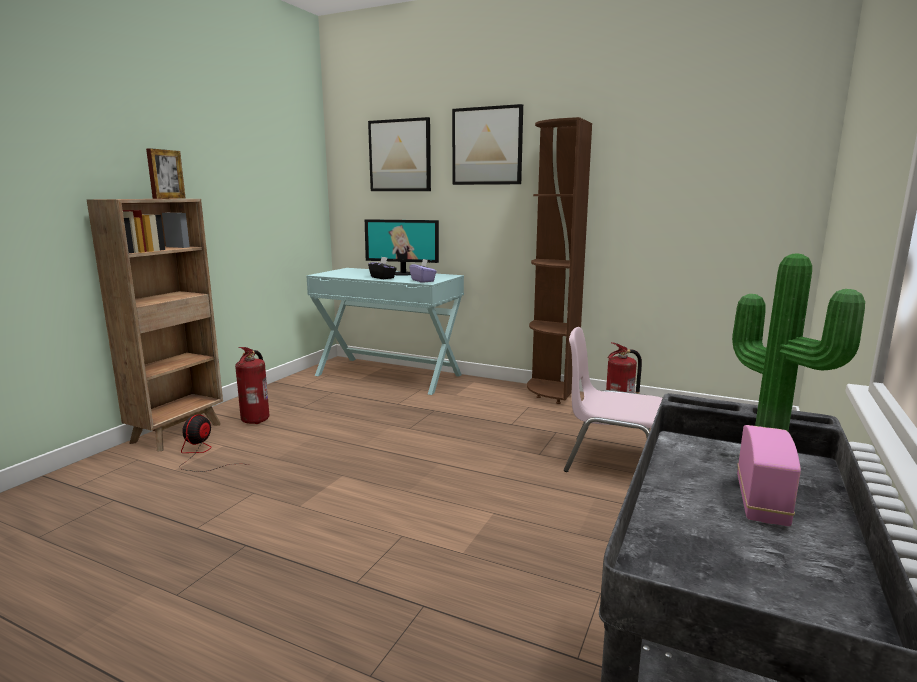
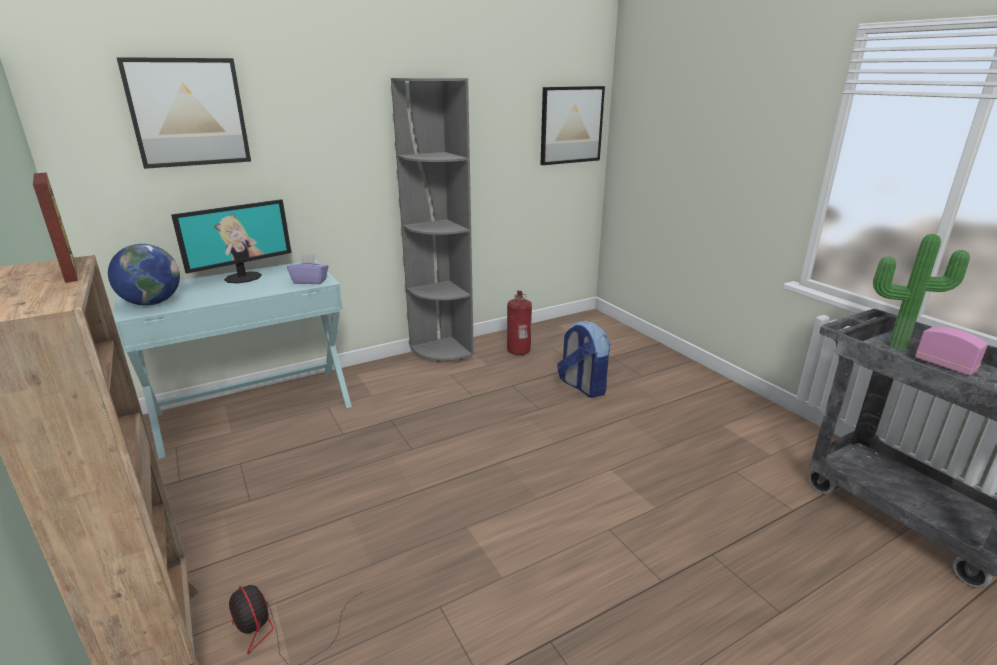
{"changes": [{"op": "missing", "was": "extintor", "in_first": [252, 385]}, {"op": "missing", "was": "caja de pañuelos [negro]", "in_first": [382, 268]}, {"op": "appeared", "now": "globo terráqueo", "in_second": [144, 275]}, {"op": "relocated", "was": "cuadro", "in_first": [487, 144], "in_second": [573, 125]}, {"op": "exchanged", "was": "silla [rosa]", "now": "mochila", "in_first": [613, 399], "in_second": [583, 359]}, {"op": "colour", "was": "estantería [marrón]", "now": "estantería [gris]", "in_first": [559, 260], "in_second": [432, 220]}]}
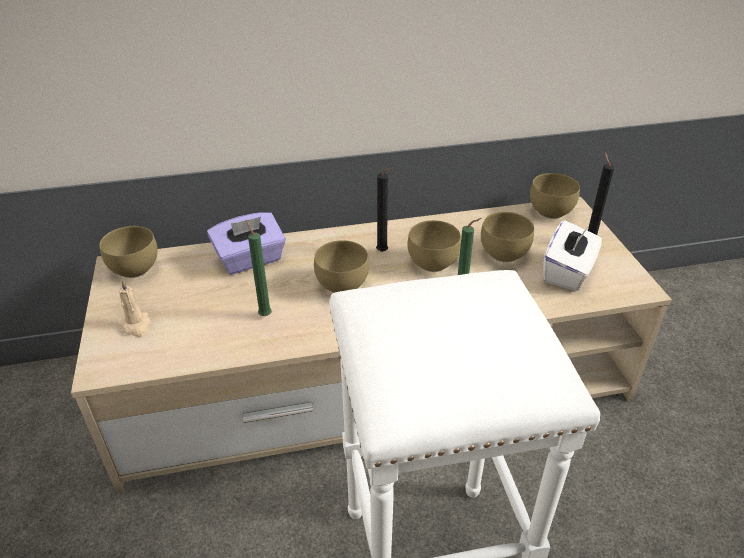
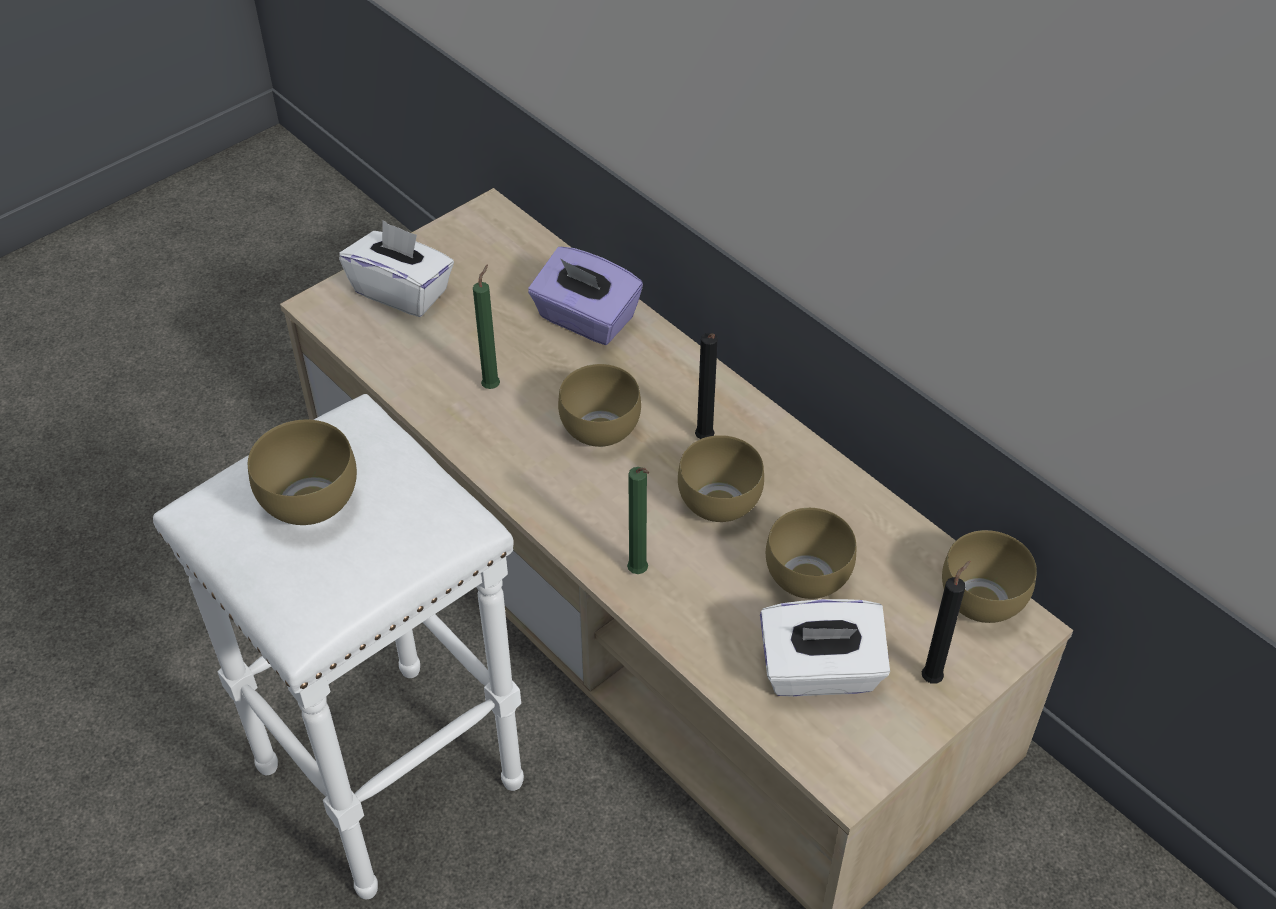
{"changes": [{"op": "relocated", "was": "cuenco [marrón]", "in_first": [128, 252], "in_second": [302, 472]}, {"op": "exchanged", "was": "vela [beis]", "now": "caja de pañuelos [blanco]", "in_first": [135, 308], "in_second": [396, 268]}]}
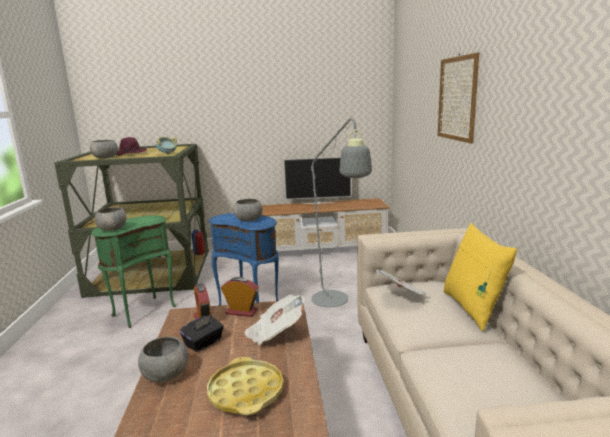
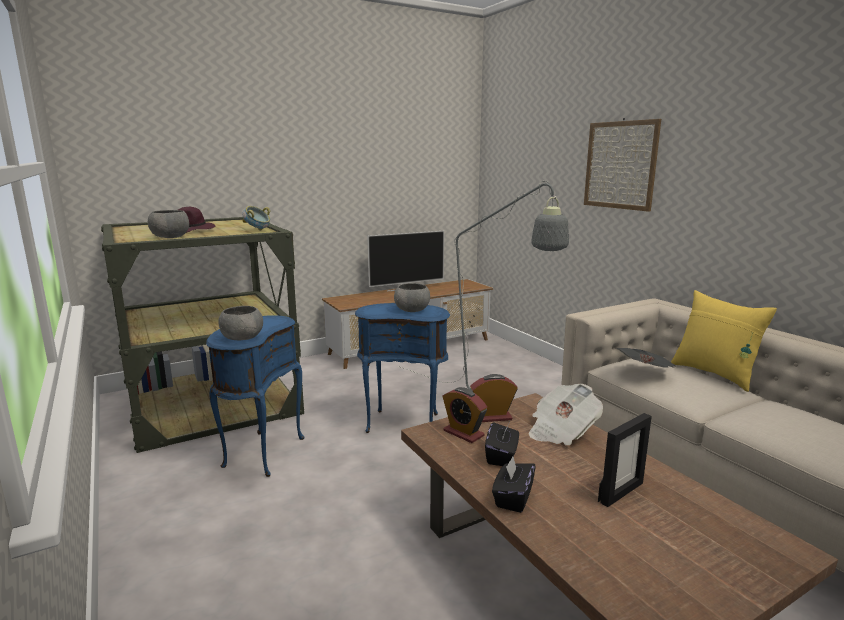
{"changes": [{"op": "exchanged", "was": "cuenco [gris]", "now": "caja de pañuelos [negro]", "in_first": [163, 359], "in_second": [514, 485]}, {"op": "exchanged", "was": "bandeja [amarillo]", "now": "portarretratos", "in_first": [245, 386], "in_second": [625, 460]}, {"op": "colour", "was": "mesa auxiliar [verde]", "now": "mesa auxiliar [azul]", "in_first": [133, 271], "in_second": [255, 396]}]}
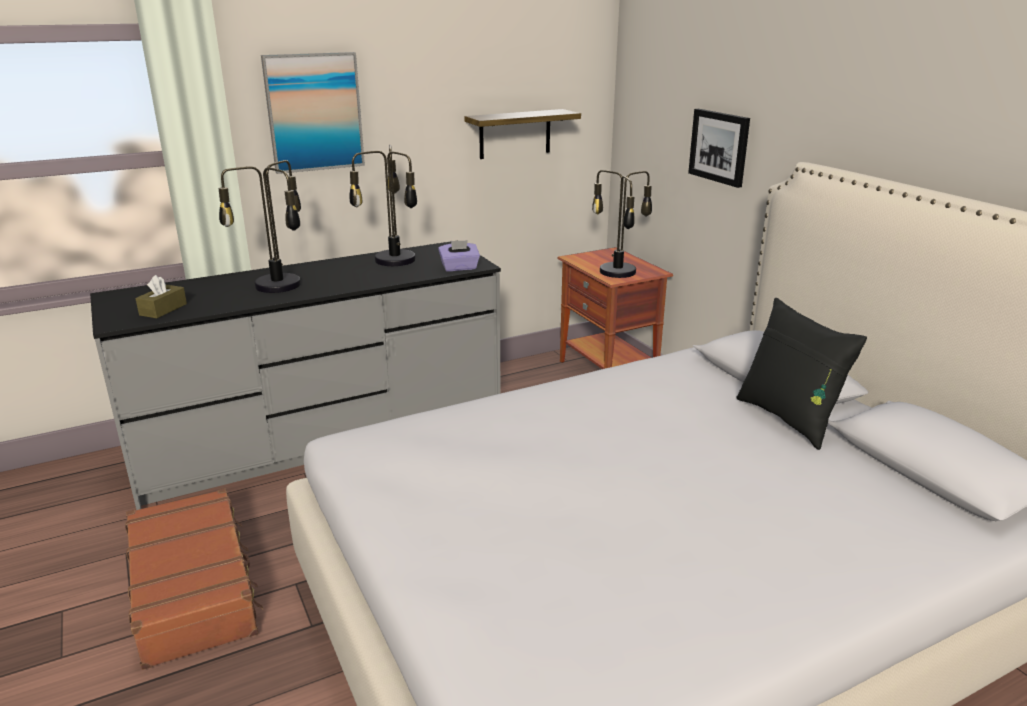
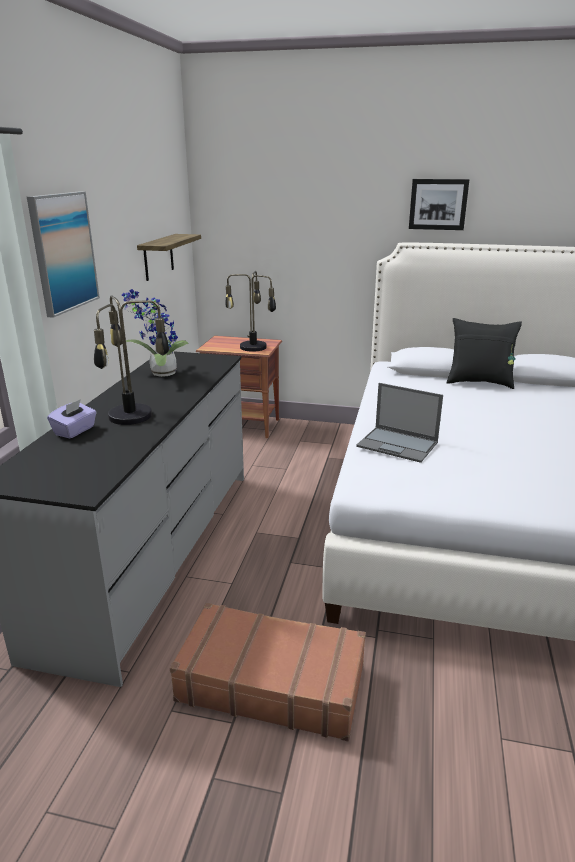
{"changes": [{"op": "missing", "was": "caja de pañuelos [marrón]", "in_first": [161, 296]}, {"op": "appeared", "now": "portátil", "in_second": [399, 423]}, {"op": "relocated", "was": "caja de pañuelos [morado]", "in_first": [459, 255], "in_second": [72, 419]}, {"op": "relocated", "was": "cuadro", "in_first": [719, 148], "in_second": [439, 204]}, {"op": "exchanged", "was": "lámpara de mesa", "now": "planta en maceta", "in_first": [383, 205], "in_second": [155, 333]}]}
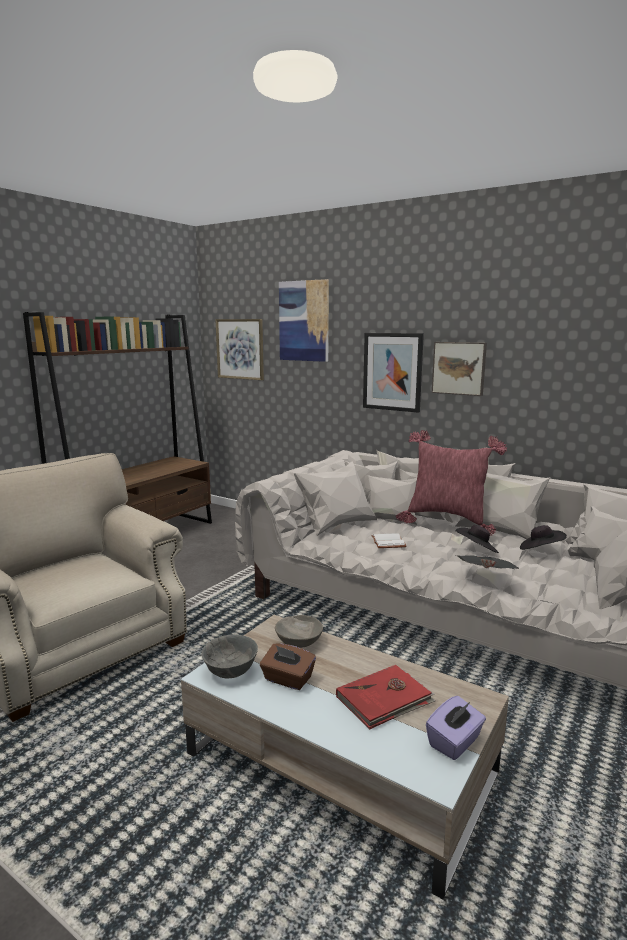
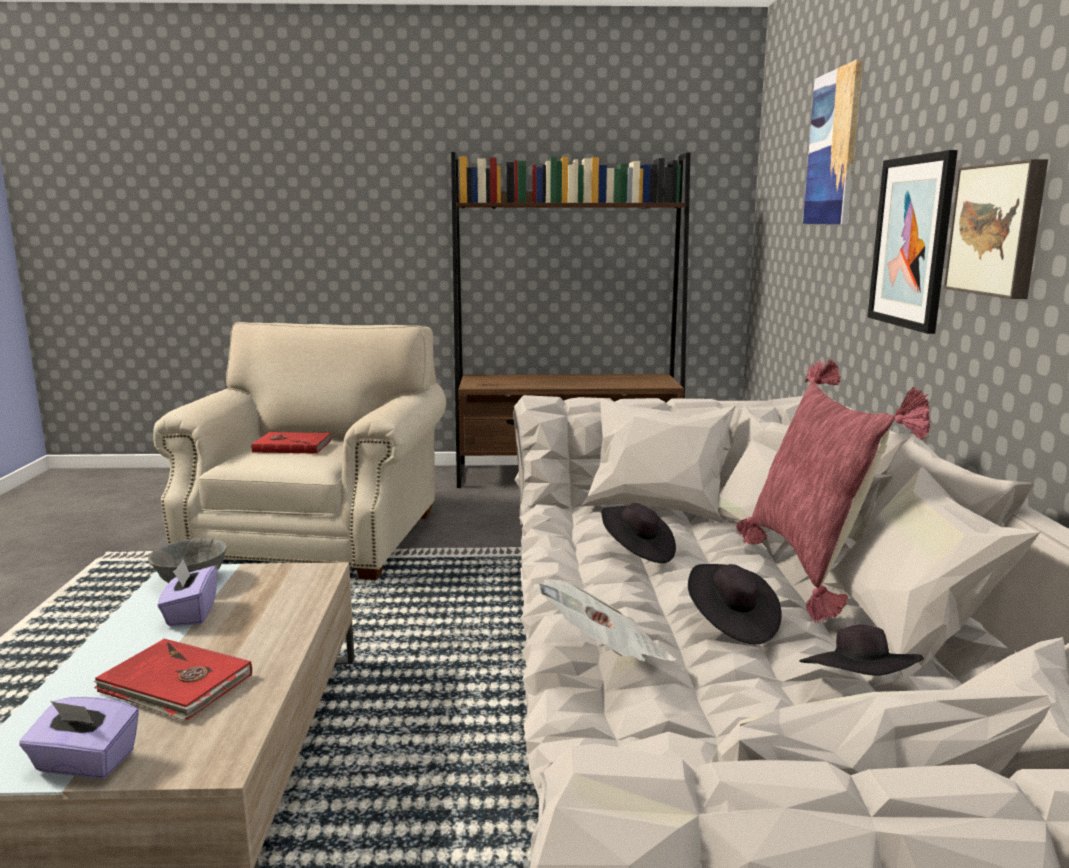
{"changes": [{"op": "missing", "was": "cuadro", "in_first": [239, 349]}, {"op": "missing", "was": "cuenco [gris]", "in_first": [299, 631]}, {"op": "appeared", "now": "libro [rojo]", "in_second": [291, 443]}, {"op": "exchanged", "was": "libro [blanco]", "now": "sombrero [negro]", "in_first": [388, 540], "in_second": [638, 533]}, {"op": "colour", "was": "caja de pañuelos [marrón]", "now": "caja de pañuelos [morado]", "in_first": [288, 666], "in_second": [187, 593]}]}
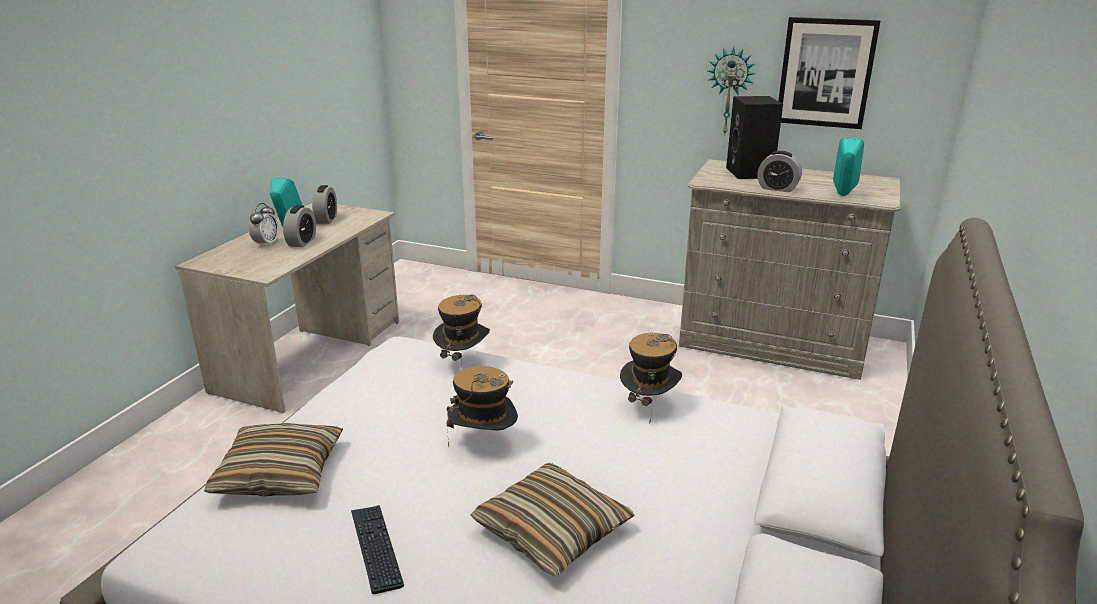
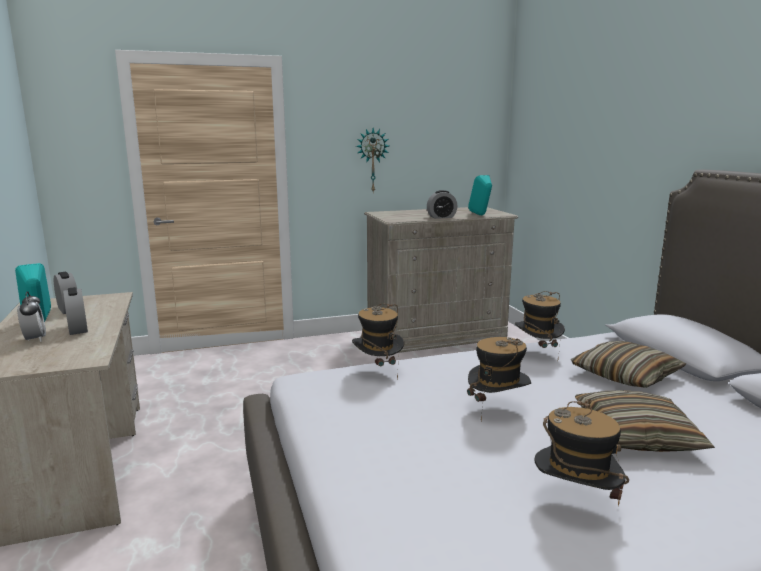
{"changes": [{"op": "missing", "was": "altavoz [negro]", "in_first": [754, 137]}, {"op": "missing", "was": "cuadro", "in_first": [829, 73]}, {"op": "relocated", "was": "cojín", "in_first": [273, 459], "in_second": [628, 364]}, {"op": "exchanged", "was": "teclado", "now": "sombrero", "in_first": [377, 549], "in_second": [581, 452]}]}
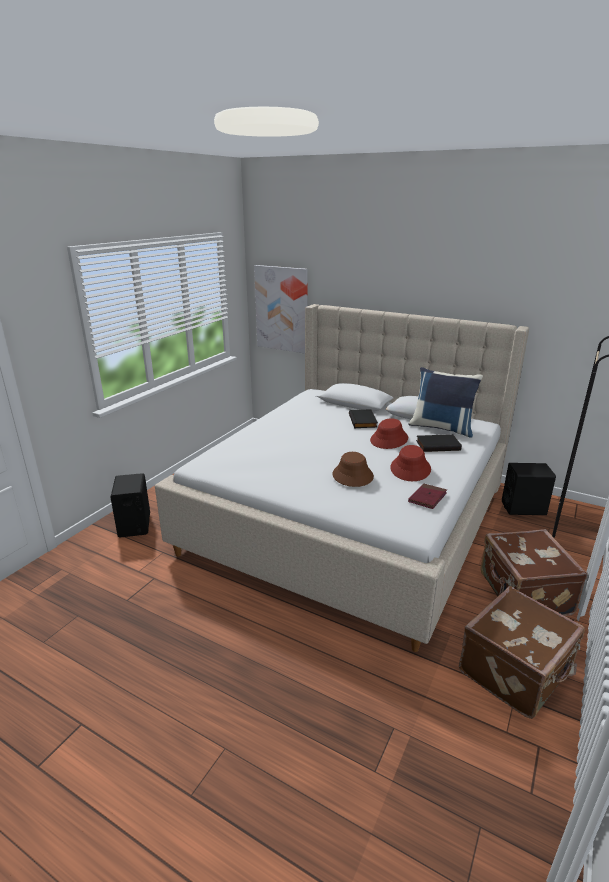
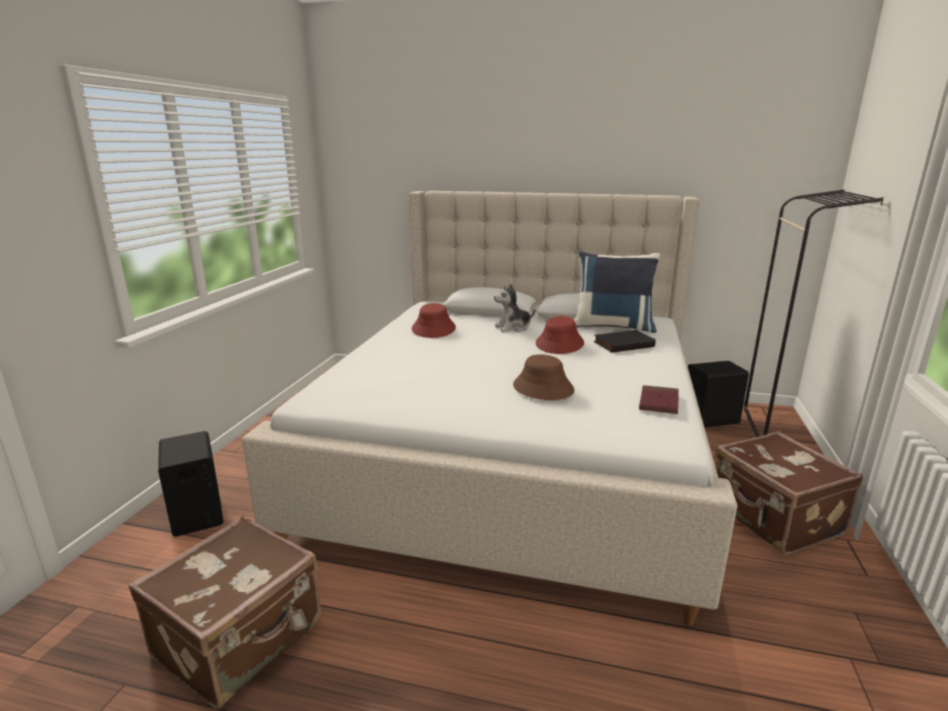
{"changes": [{"op": "missing", "was": "cuadro", "in_first": [280, 309]}, {"op": "relocated", "was": "sombrero [rojo]", "in_first": [410, 463], "in_second": [434, 320]}, {"op": "relocated", "was": "maleta [marrón]", "in_first": [522, 652], "in_second": [225, 612]}, {"op": "exchanged", "was": "libro [negro]", "now": "peluche", "in_first": [363, 418], "in_second": [515, 308]}]}
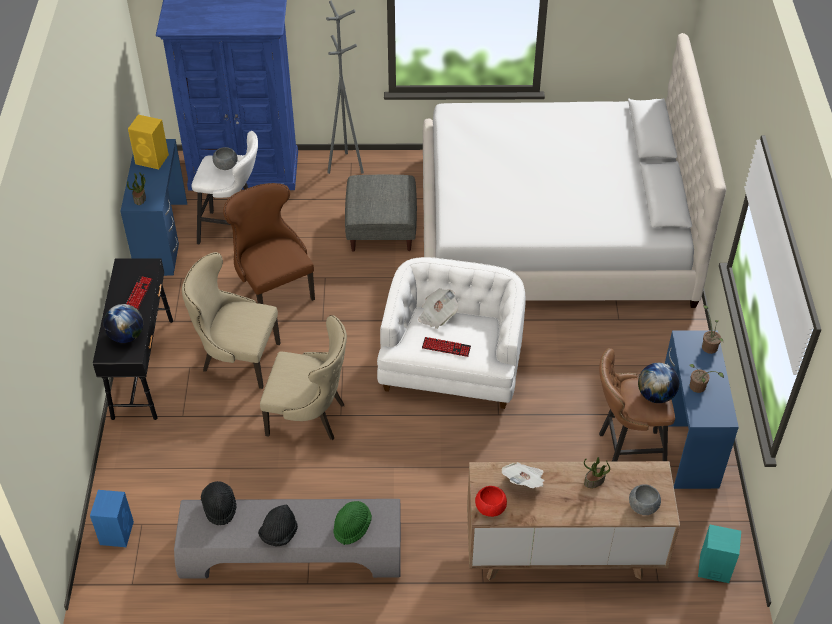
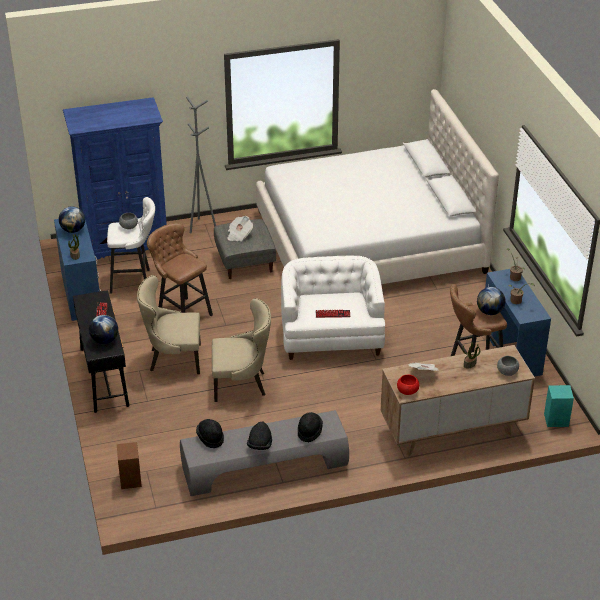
{"changes": [{"op": "relocated", "was": "periódico", "in_first": [438, 308], "in_second": [240, 228]}, {"op": "exchanged", "was": "altavoz [amarillo]", "now": "globo terráqueo", "in_first": [148, 142], "in_second": [72, 219]}, {"op": "exchanged", "was": "silla [marrón]", "now": "taburete [marrón]", "in_first": [269, 243], "in_second": [180, 269]}, {"op": "colour", "was": "altavoz [azul]", "now": "altavoz [marrón]", "in_first": [112, 518], "in_second": [129, 465]}, {"op": "colour", "was": "sombrero [verde]", "now": "sombrero [negro]", "in_first": [352, 523], "in_second": [310, 427]}]}
